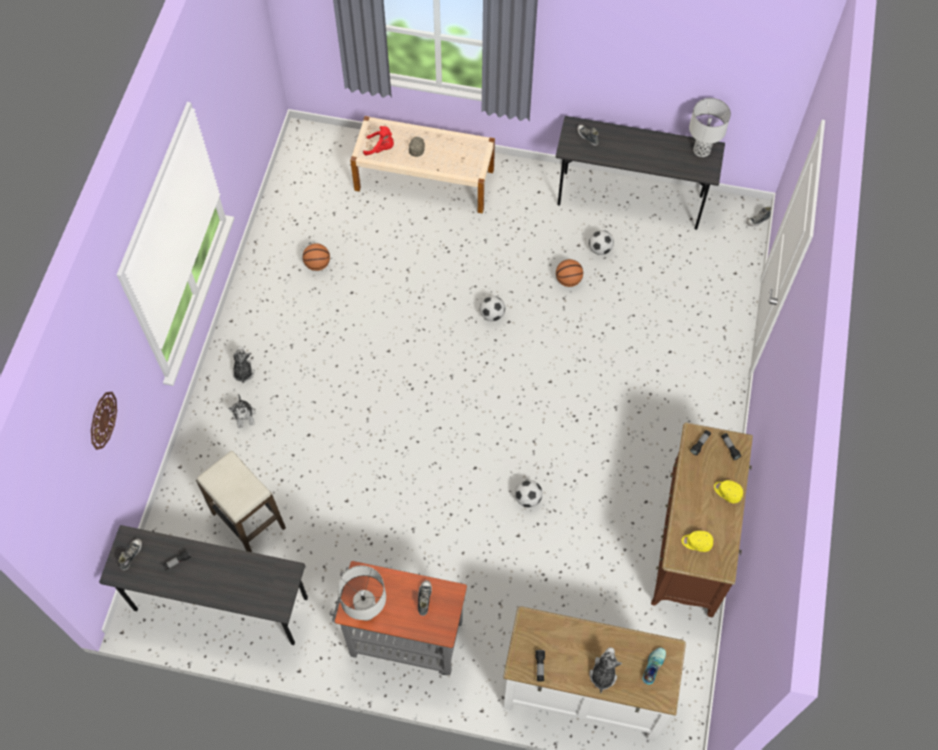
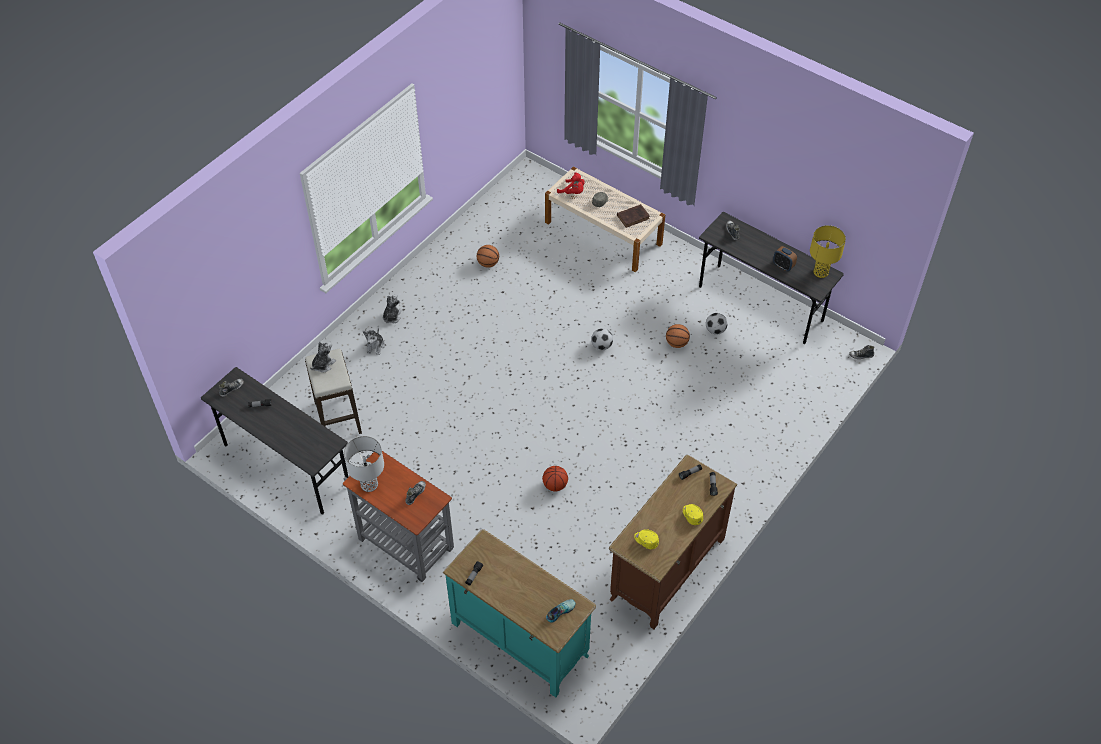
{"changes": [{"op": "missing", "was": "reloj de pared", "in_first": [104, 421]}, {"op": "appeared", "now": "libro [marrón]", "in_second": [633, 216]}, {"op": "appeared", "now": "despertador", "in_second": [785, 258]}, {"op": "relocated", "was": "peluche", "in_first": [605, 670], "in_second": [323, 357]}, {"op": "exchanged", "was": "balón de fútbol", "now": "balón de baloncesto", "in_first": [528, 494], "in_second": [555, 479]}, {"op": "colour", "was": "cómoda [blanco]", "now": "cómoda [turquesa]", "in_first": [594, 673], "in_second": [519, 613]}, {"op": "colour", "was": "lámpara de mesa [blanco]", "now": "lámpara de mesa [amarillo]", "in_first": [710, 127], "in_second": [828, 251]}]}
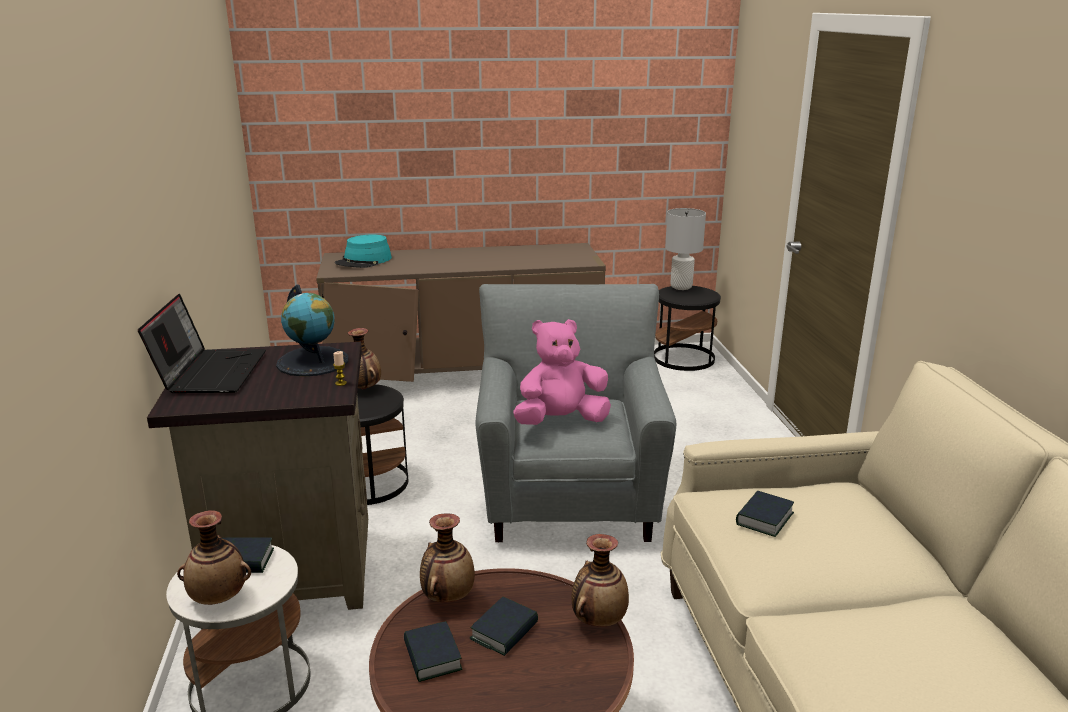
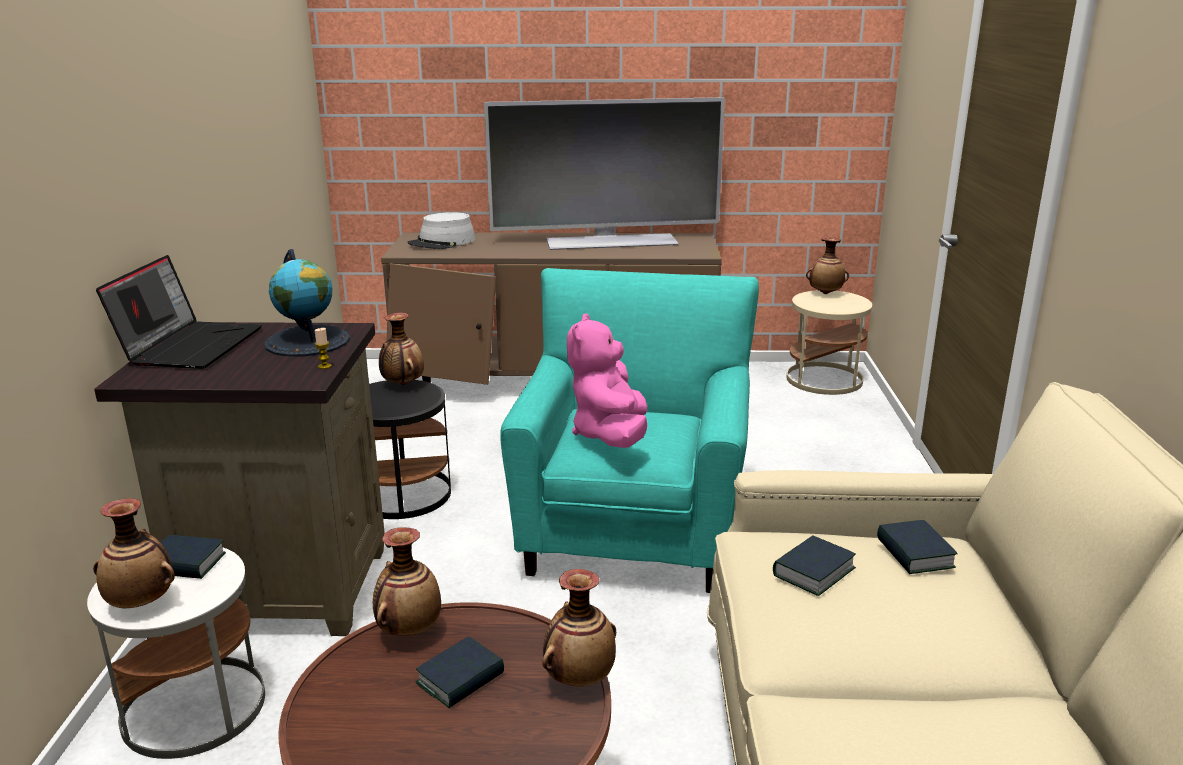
{"changes": [{"op": "appeared", "now": "televisor", "in_second": [604, 173]}, {"op": "relocated", "was": "libro", "in_first": [433, 651], "in_second": [917, 547]}, {"op": "exchanged", "was": "lámpara de mesa [gris]", "now": "florero", "in_first": [685, 249], "in_second": [827, 265]}, {"op": "colour", "was": "sombrero [turquesa]", "now": "sombrero [gris]", "in_first": [363, 251], "in_second": [441, 230]}, {"op": "colour", "was": "sillón [gris]", "now": "sillón [turquesa]", "in_first": [576, 413], "in_second": [629, 430]}, {"op": "colour", "was": "mesa auxiliar [negro]", "now": "mesa auxiliar [beis]", "in_first": [687, 328], "in_second": [829, 342]}, {"op": "spun", "was": "peluche [rosa]", "in_first": [562, 372], "in_second": [607, 380], "clockwise": -75}]}
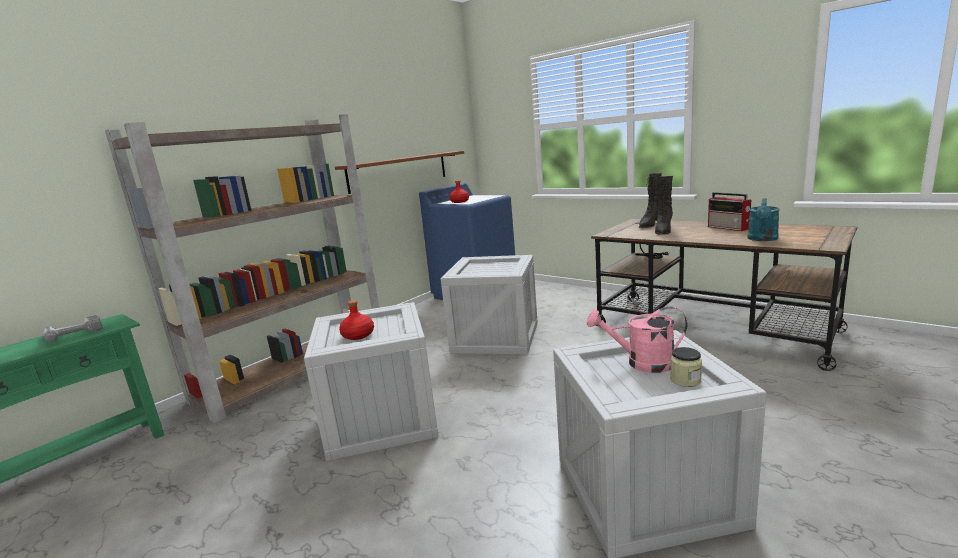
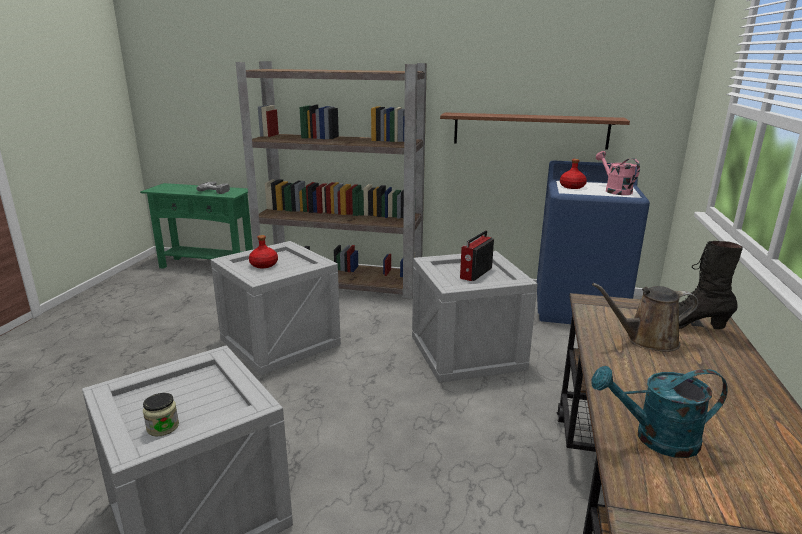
{"changes": [{"op": "relocated", "was": "regadera [rosa]", "in_first": [637, 339], "in_second": [618, 173]}, {"op": "relocated", "was": "radio", "in_first": [729, 211], "in_second": [477, 255]}, {"op": "exchanged", "was": "bota [negro]", "now": "regadera [marrón]", "in_first": [664, 205], "in_second": [645, 317]}]}
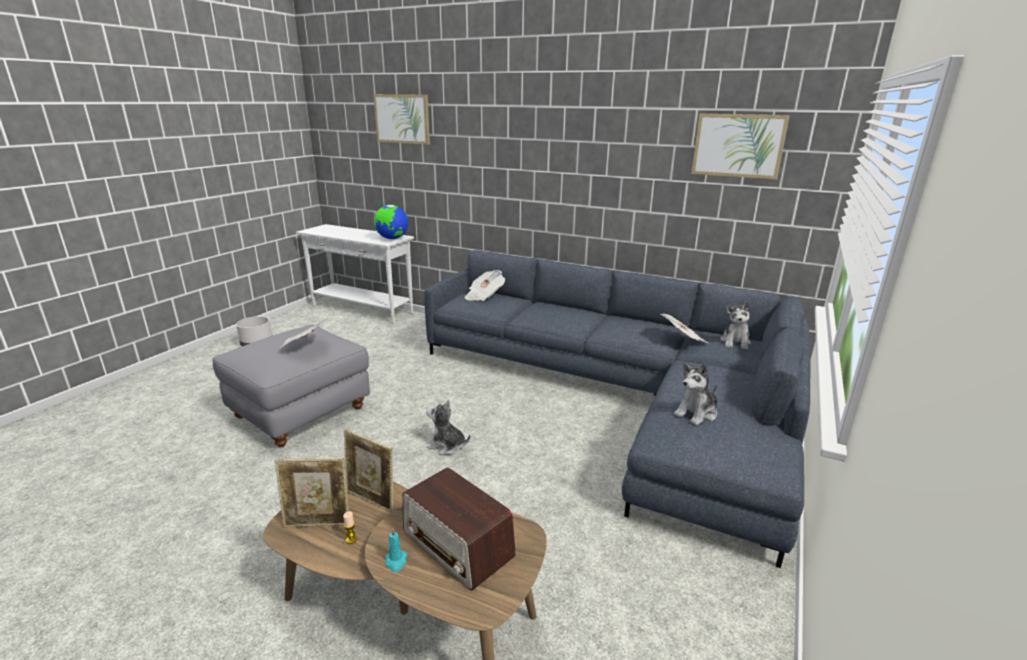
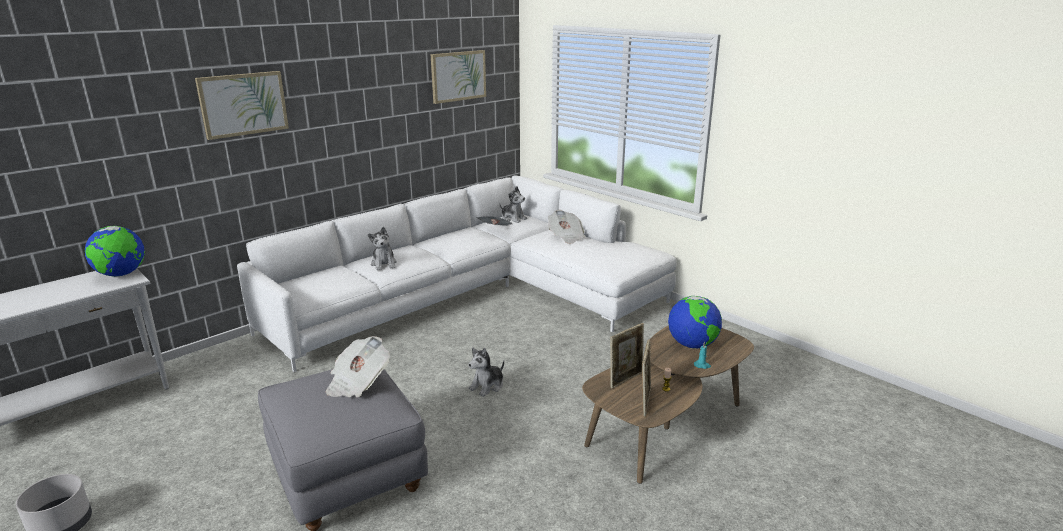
{"changes": [{"op": "relocated", "was": "cuadro", "in_first": [401, 119], "in_second": [242, 105]}, {"op": "relocated", "was": "periódico", "in_first": [484, 285], "in_second": [566, 227]}, {"op": "relocated", "was": "peluche", "in_first": [695, 394], "in_second": [382, 248]}, {"op": "exchanged", "was": "radio", "now": "globo terráqueo", "in_first": [459, 528], "in_second": [695, 322]}, {"op": "colour", "was": "sofá [azul]", "now": "sofá [blanco]", "in_first": [617, 409], "in_second": [457, 273]}]}
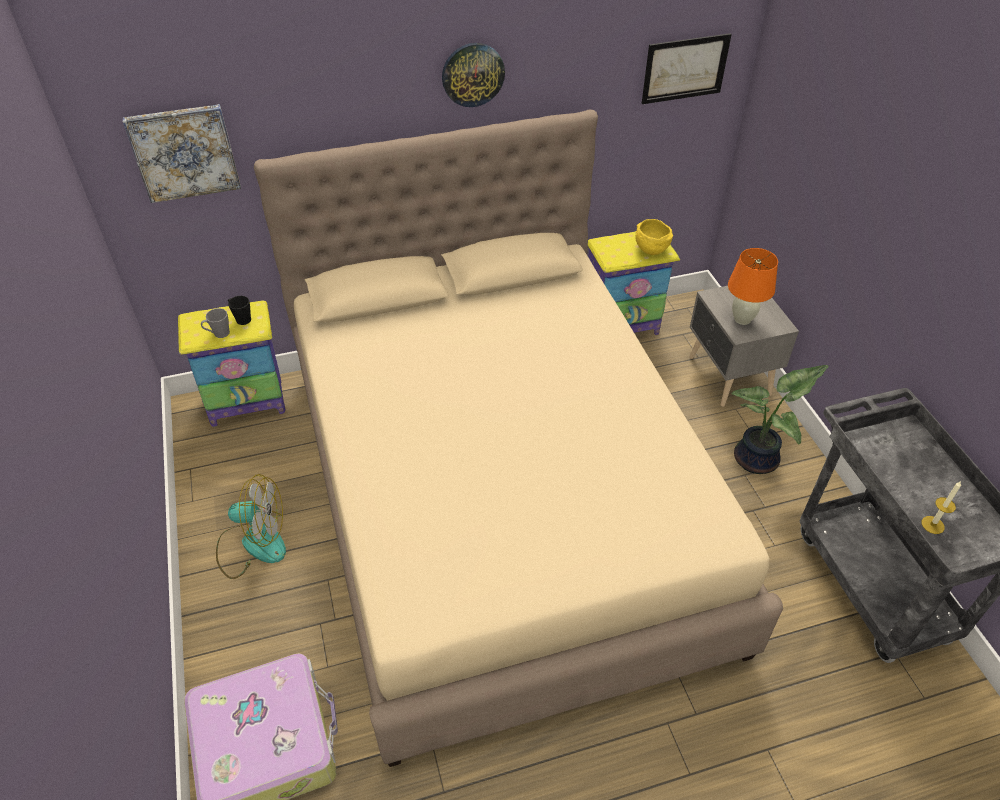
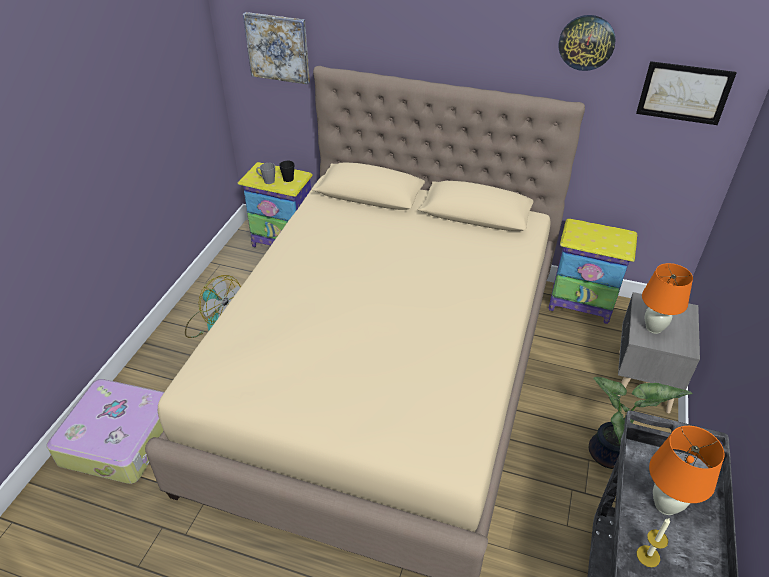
{"changes": [{"op": "missing", "was": "cuenco [amarillo]", "in_first": [654, 237]}, {"op": "appeared", "now": "lámpara de mesa [naranja]", "in_second": [687, 470]}, {"op": "relocated", "was": "reloj de pared", "in_first": [473, 75], "in_second": [587, 43]}]}
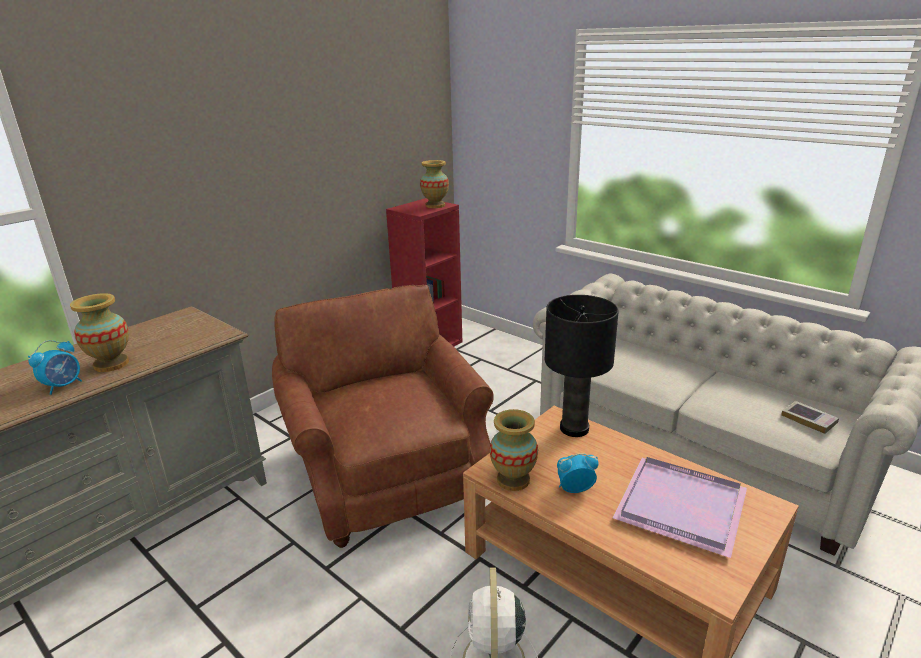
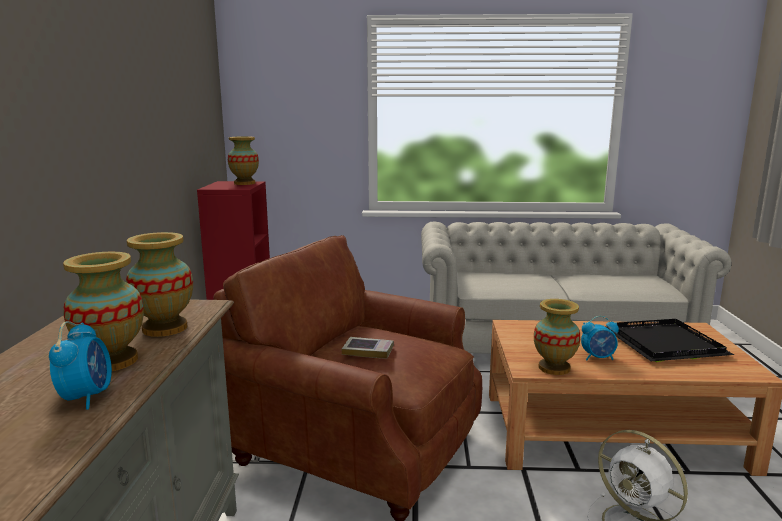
{"changes": [{"op": "missing", "was": "lámpara de mesa [negro]", "in_first": [582, 366]}, {"op": "appeared", "now": "florero", "in_second": [159, 284]}, {"op": "relocated", "was": "libro", "in_first": [810, 417], "in_second": [368, 348]}, {"op": "colour", "was": "bandeja [morado]", "now": "bandeja [negro]", "in_first": [680, 507], "in_second": [670, 340]}, {"op": "spun", "was": "despertador", "in_first": [578, 473], "in_second": [600, 338], "clockwise": -135}]}
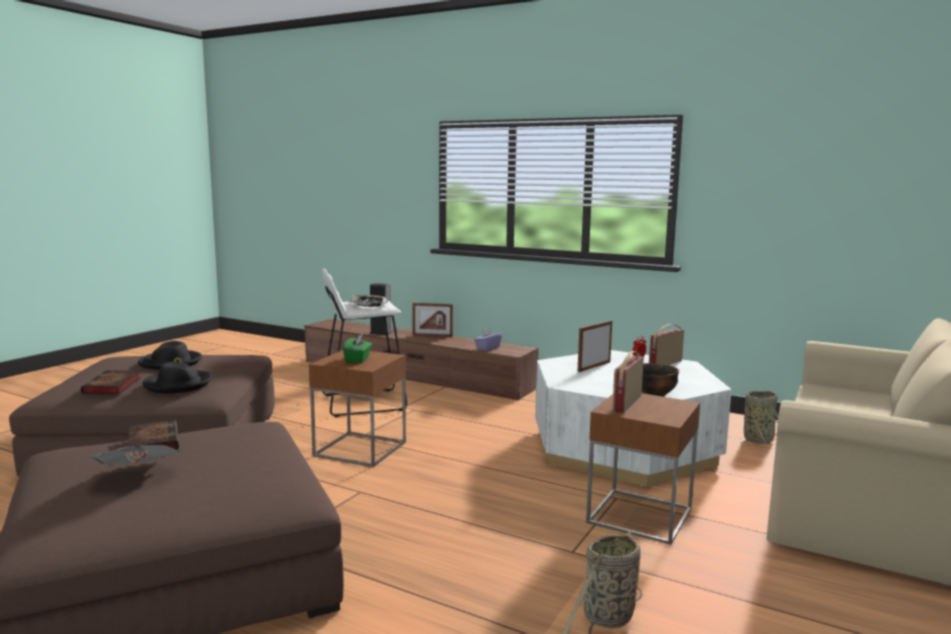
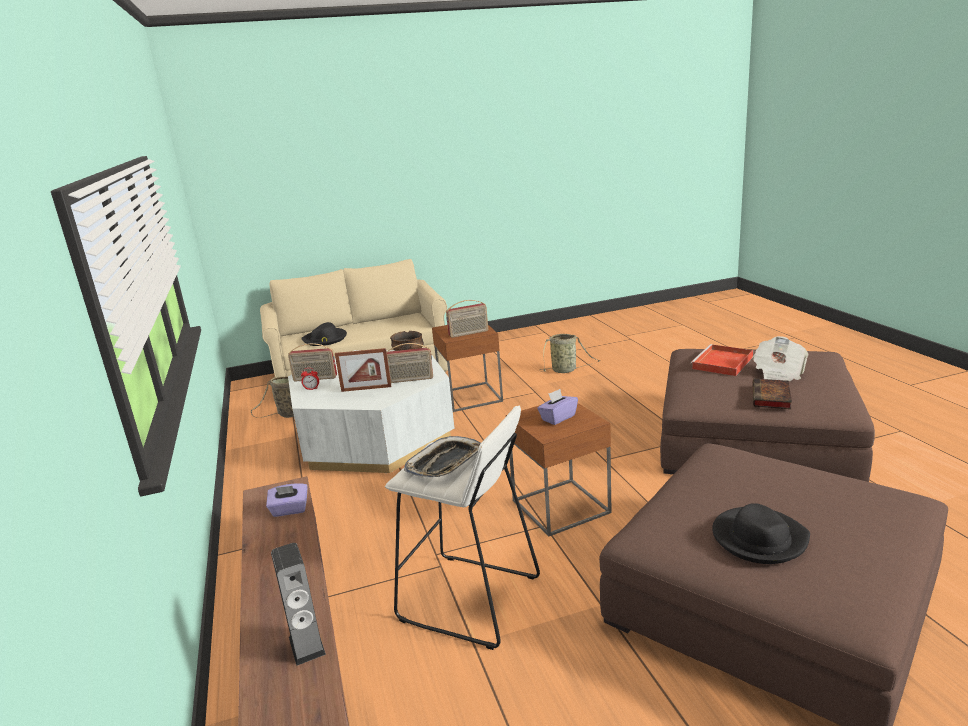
{"changes": [{"op": "missing", "was": "libro", "in_first": [111, 382]}, {"op": "missing", "was": "portarretratos", "in_first": [432, 320]}, {"op": "appeared", "now": "radio", "in_second": [410, 363]}, {"op": "appeared", "now": "bandeja [rojo]", "in_second": [721, 360]}, {"op": "relocated", "was": "sombrero [negro]", "in_first": [177, 378], "in_second": [324, 334]}, {"op": "colour", "was": "caja de pañuelos [verde]", "now": "caja de pañuelos [morado]", "in_first": [357, 348], "in_second": [557, 407]}]}
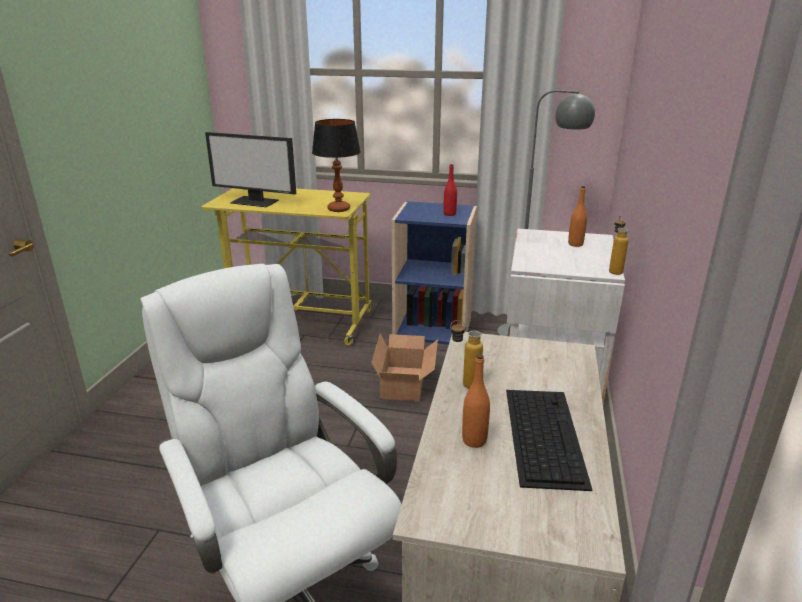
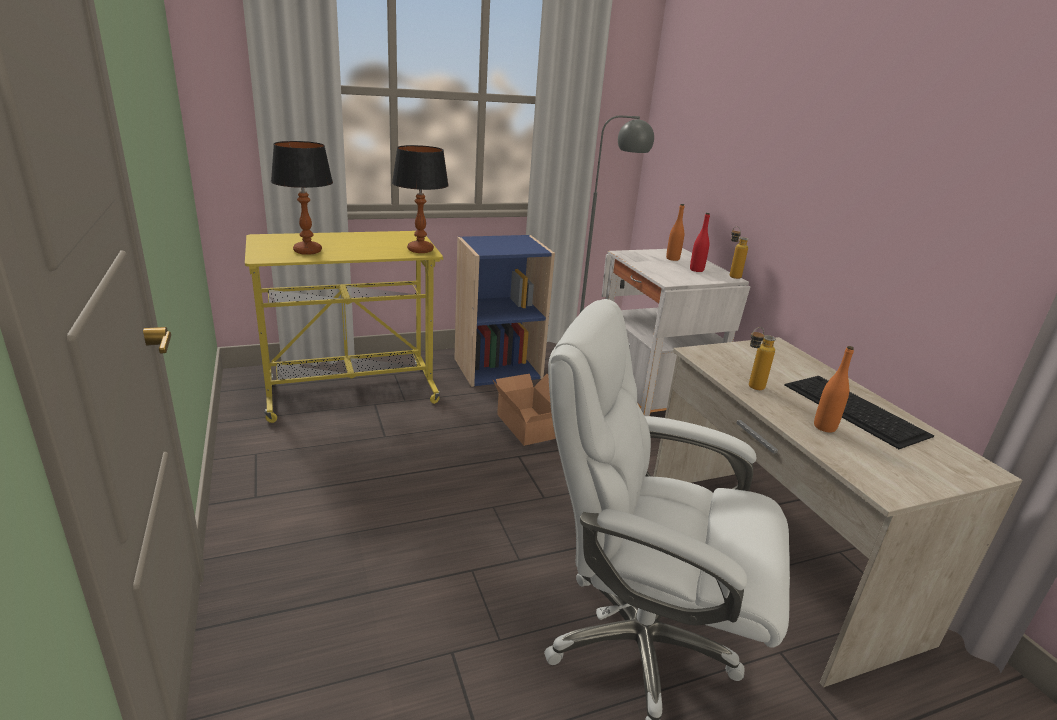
{"changes": [{"op": "relocated", "was": "botella [rojo]", "in_first": [450, 190], "in_second": [700, 242]}, {"op": "exchanged", "was": "monitor", "now": "lámpara de mesa", "in_first": [250, 169], "in_second": [302, 198]}]}
